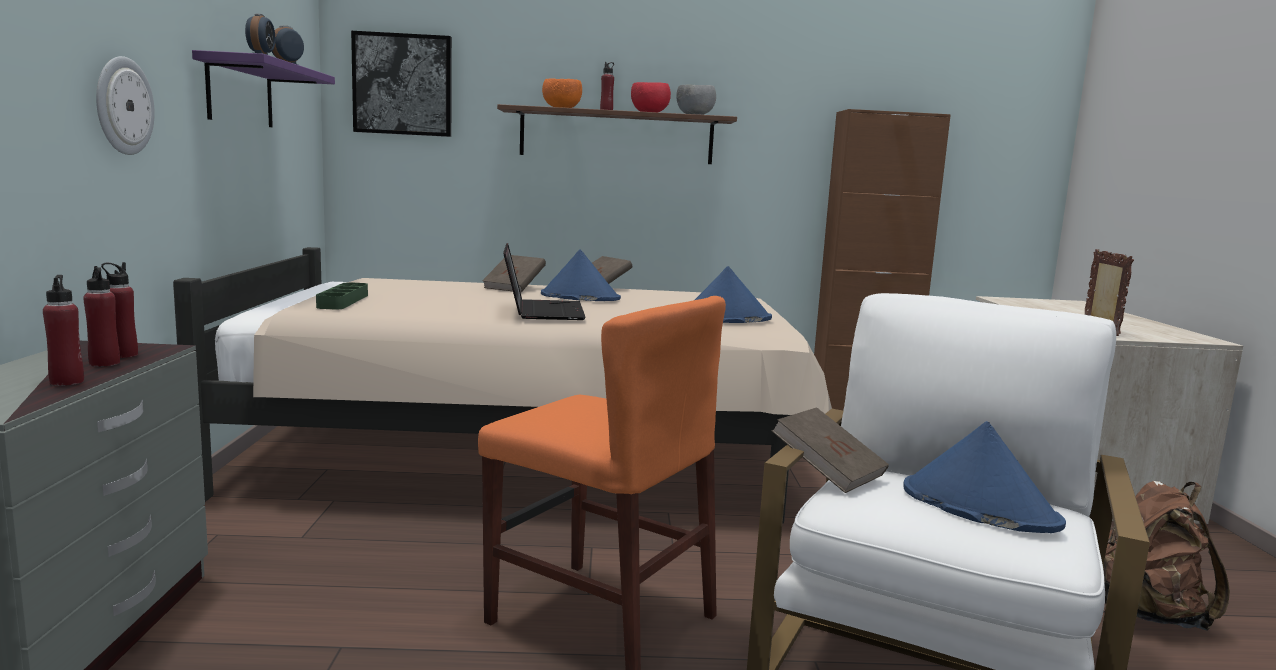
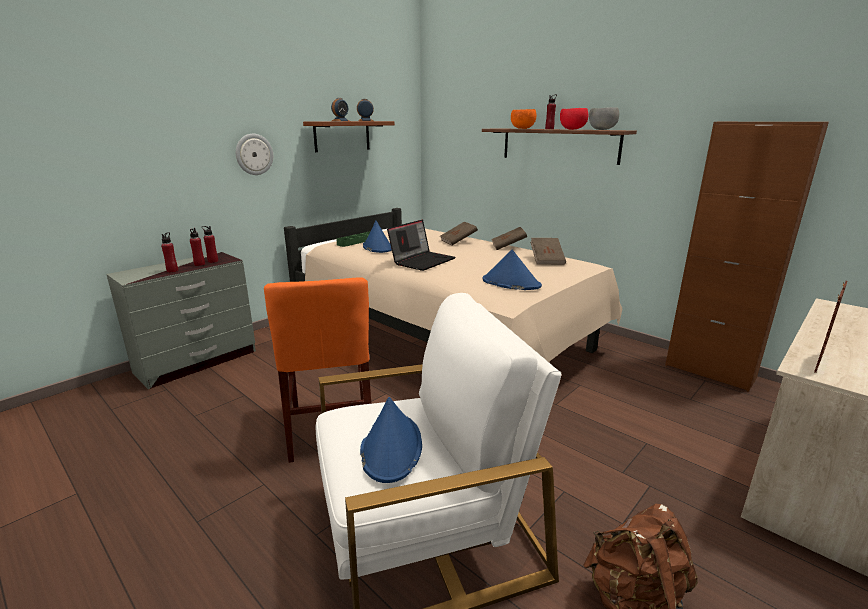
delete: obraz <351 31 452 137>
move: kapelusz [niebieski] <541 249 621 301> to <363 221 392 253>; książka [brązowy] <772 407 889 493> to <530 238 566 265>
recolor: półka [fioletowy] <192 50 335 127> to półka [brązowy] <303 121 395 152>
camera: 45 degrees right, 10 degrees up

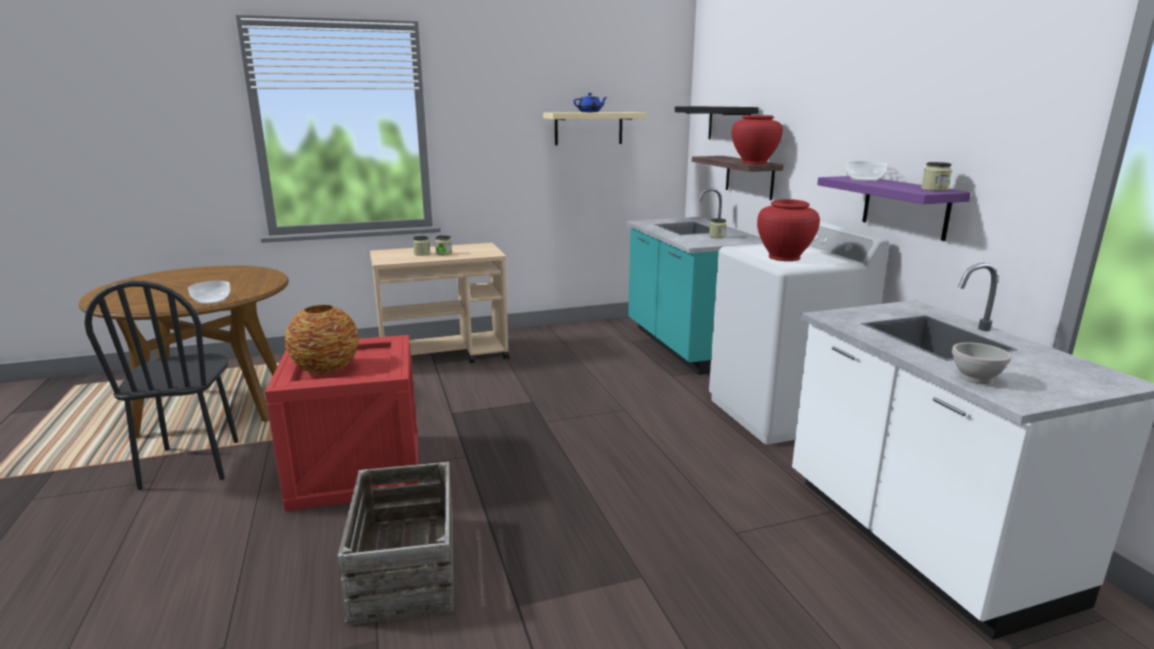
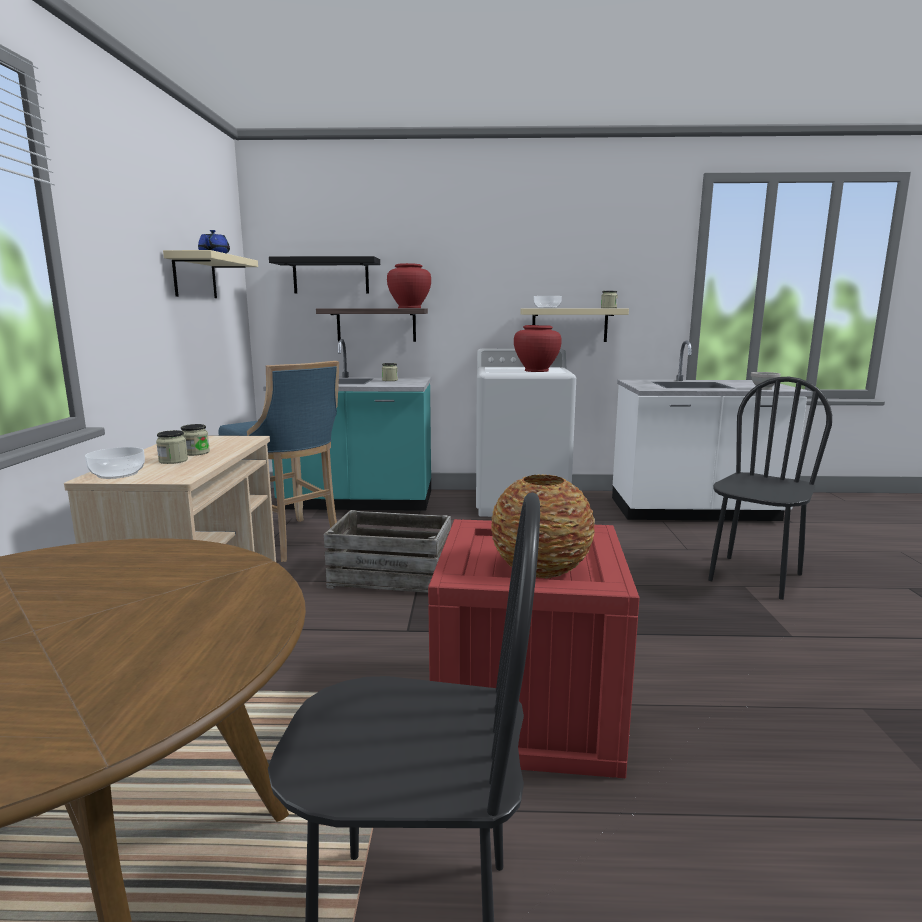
insert: stołek [niebieski] <219 361 339 562>; krzesło [czarny] <708 377 832 600>
move: miska <188 281 231 304> to <85 447 145 479>; skrzynka <338 462 454 625> to <324 510 451 593>
recolor: półka [fioletowy] <817 176 971 241> to półka [beżowy] <520 309 629 342>
camera: 70 degrees left, 5 degrees down

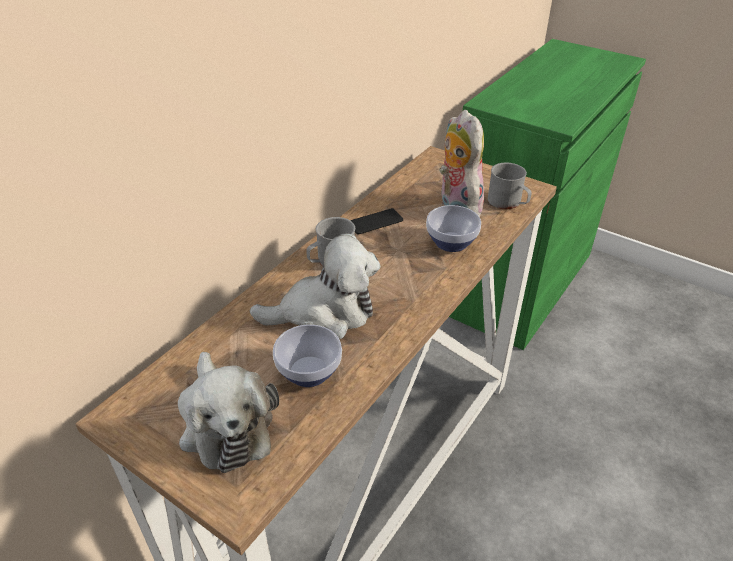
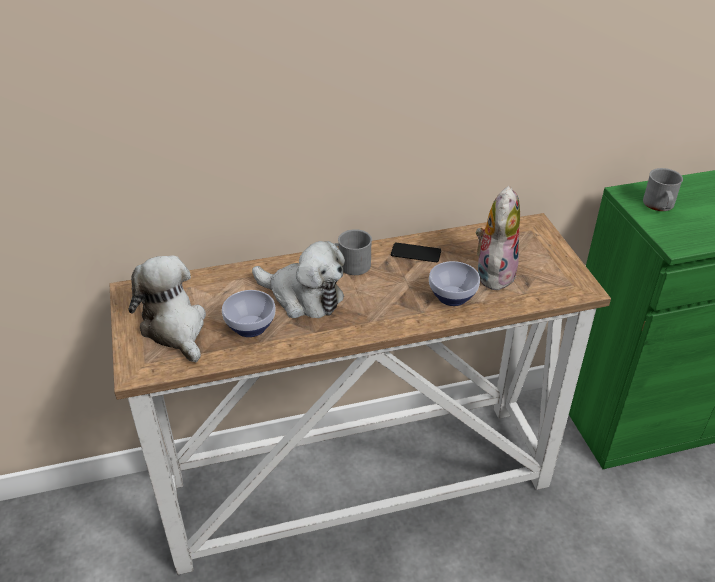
move: kubek [szary] <488 163 531 209> to <643 168 683 211>
rotate: pluszak <178 352 279 473> = <129 255 206 362> 135 degrees clockwise
camera: 40 degrees right, 0 degrees up

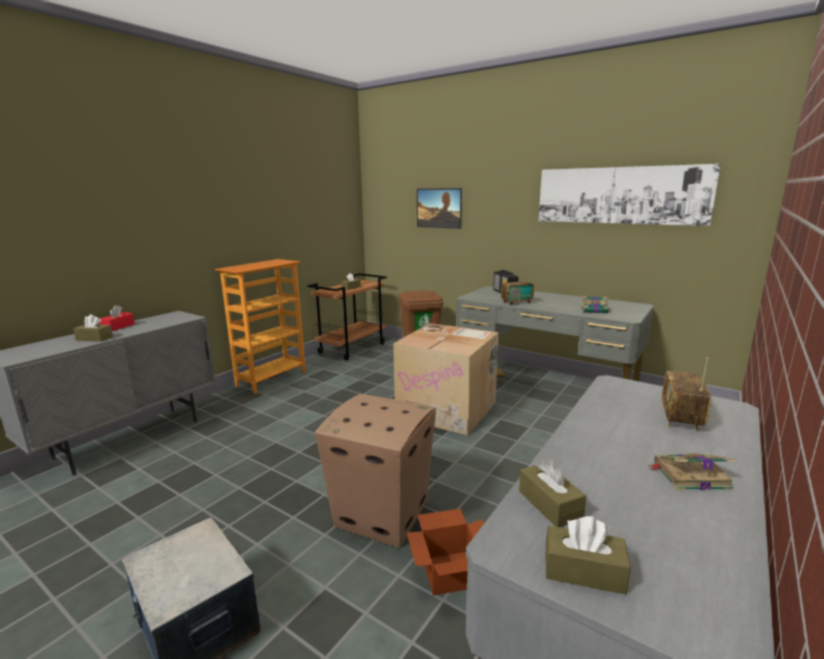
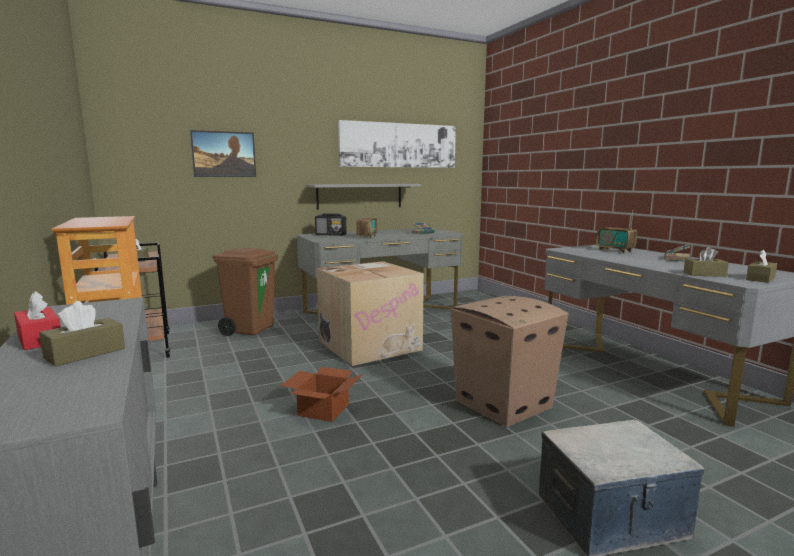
insert: półka [szary] <307 184 421 210>
move: karton <407 509 484 596> to <280 367 364 422>
camera: 60 degrees left, 5 degrees down

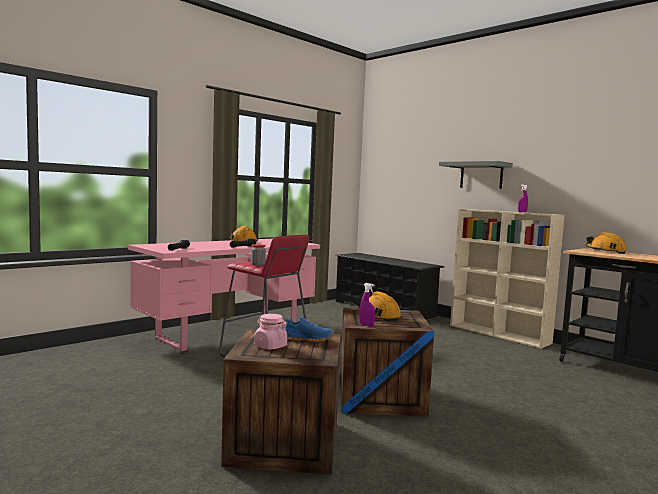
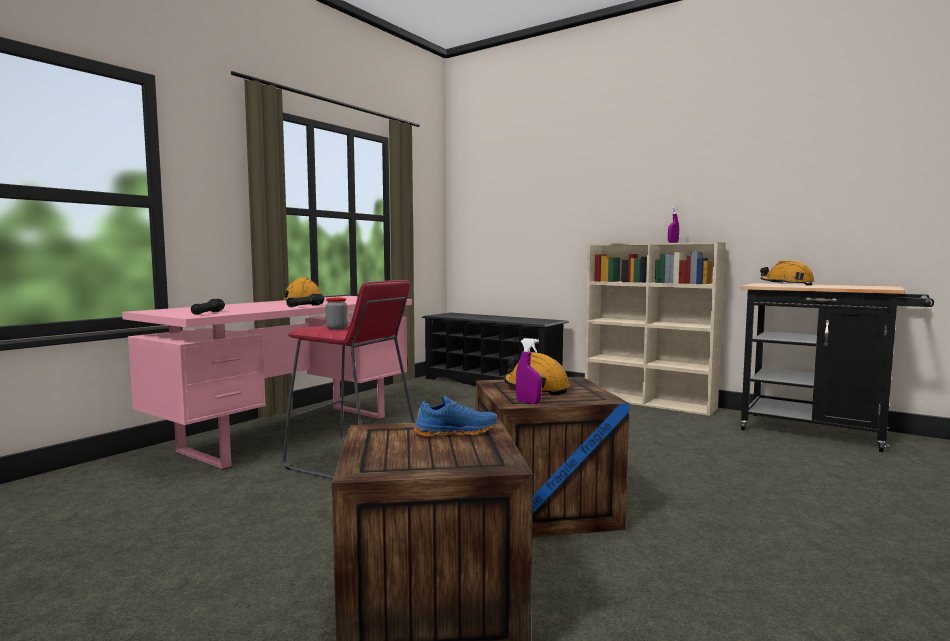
delete: słoik [różowy] <254 314 287 350>; półka [szary] <439 161 513 189>
camera: 10 degrees left, 0 degrees up

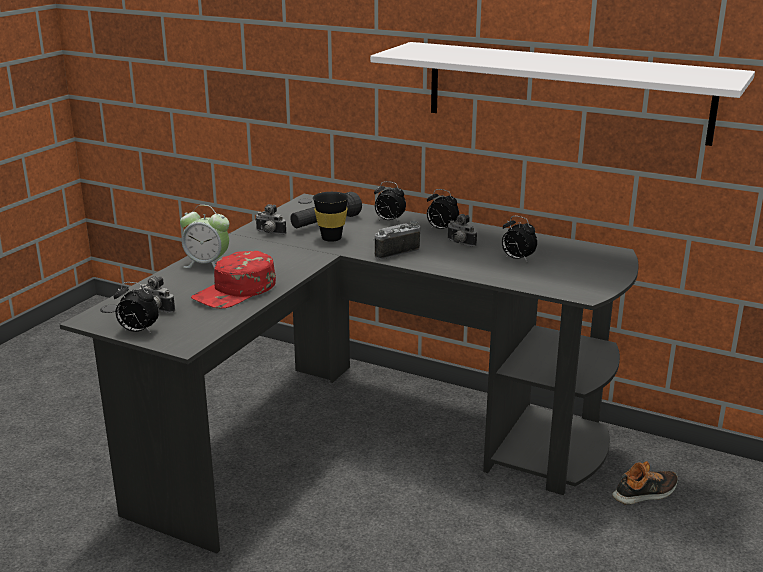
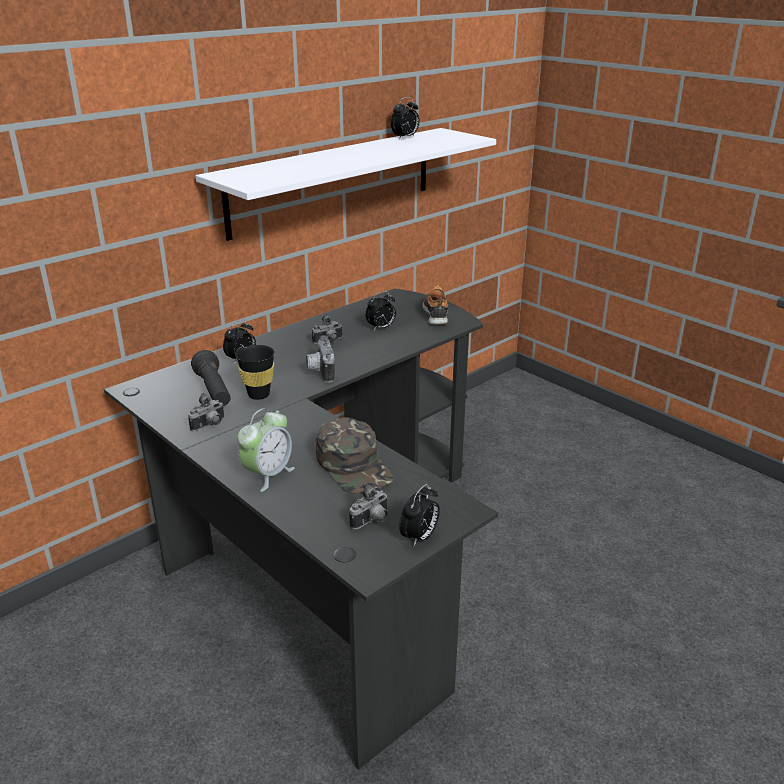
move: budzik <427 189 459 229> to <391 97 419 139>; but <612 461 678 505> to <423 285 448 325>
recolor: czapka z daszkiem [czerwony] <191 251 276 309> to czapka z daszkiem [zielony] <316 417 394 494>
camera: 70 degrees left, 5 degrees up

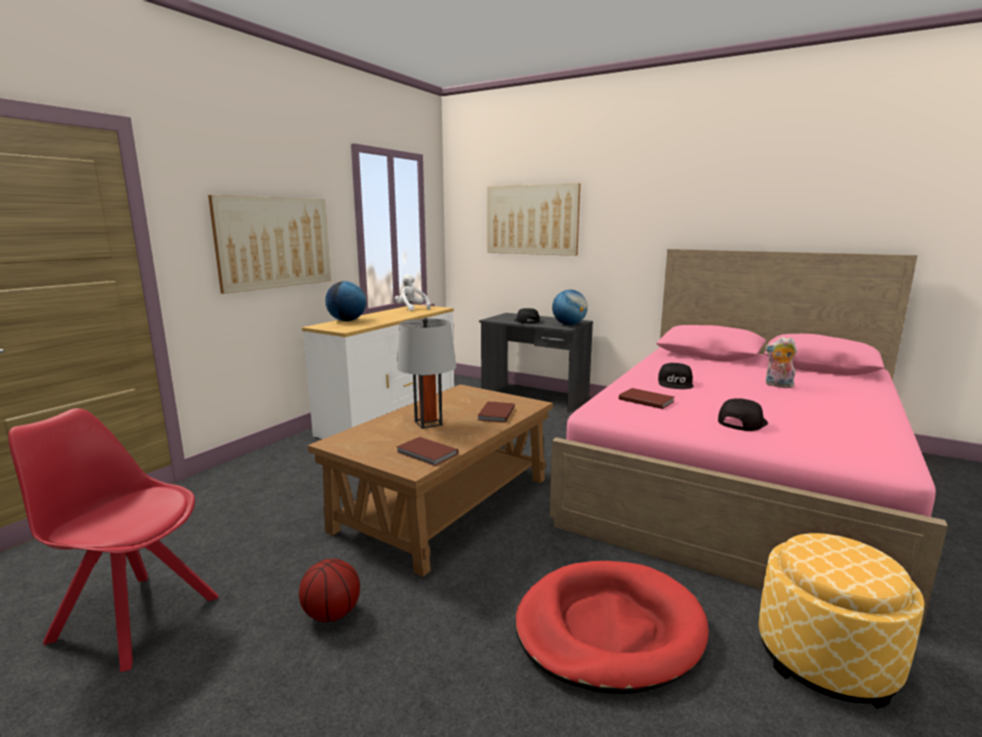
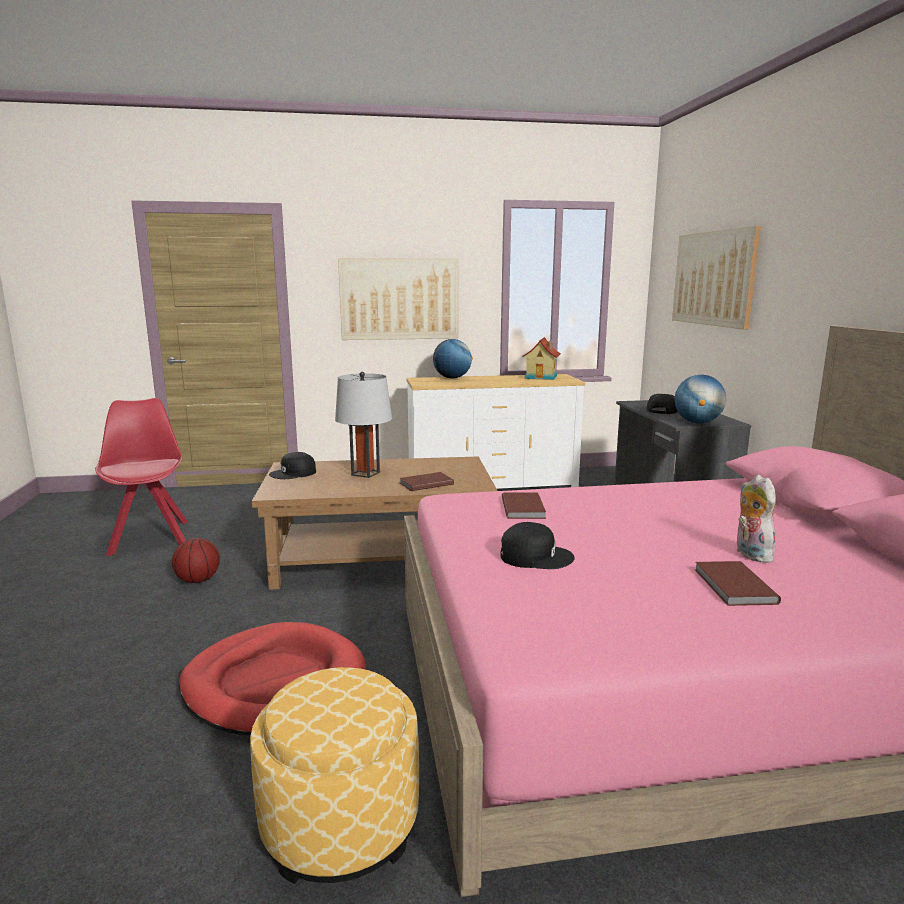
move: czapka z daszkiem [czarny] <658 363 694 389> to <269 452 316 479>; książka [brązowy] <396 437 458 466> to <694 561 781 606>
replace: pluszak [biały] <395 274 431 311> to domek <522 337 561 380>
camera: 50 degrees right, 0 degrees up

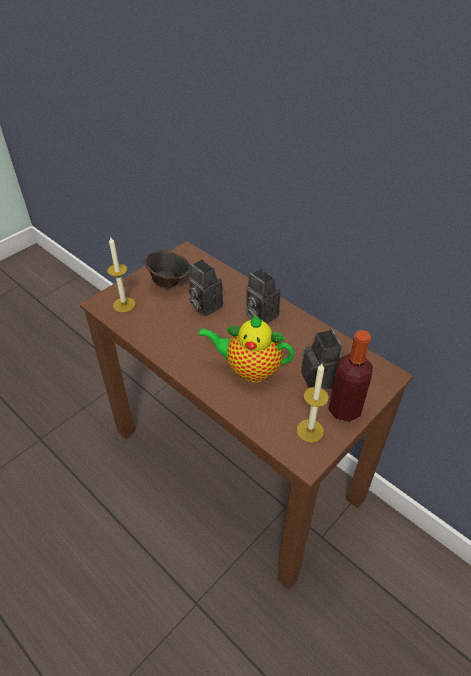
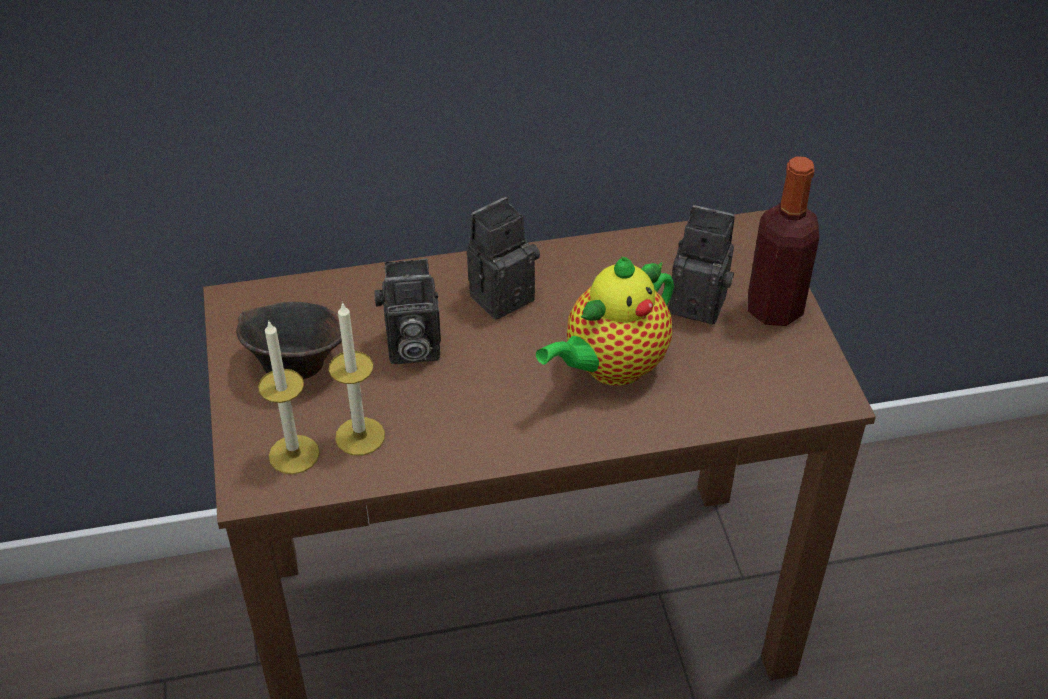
move: świeca <297 364 329 443> to <329 302 385 456>
rotate: aparat fotograficzny <246 269 280 324> = <467 197 540 319> 150 degrees clockwise
camera: 55 degrees left, 0 degrees up

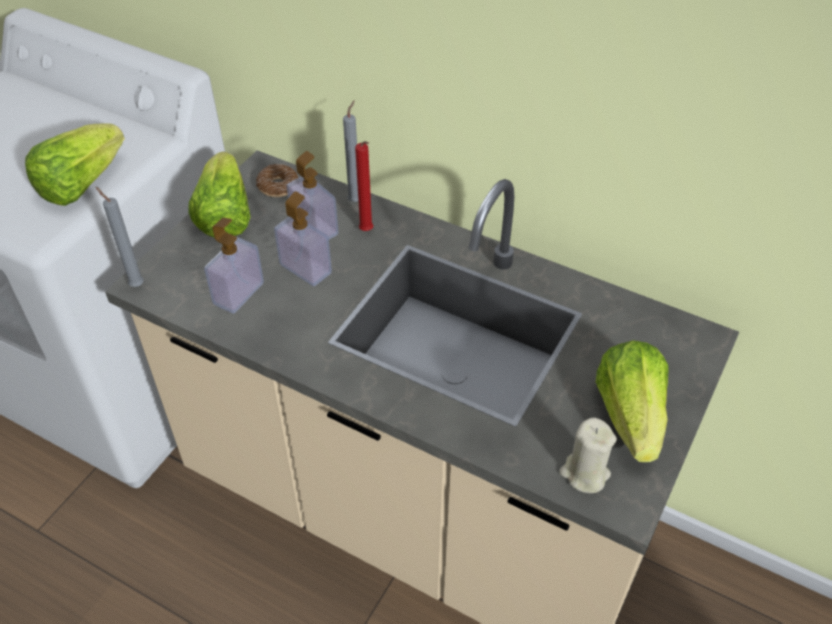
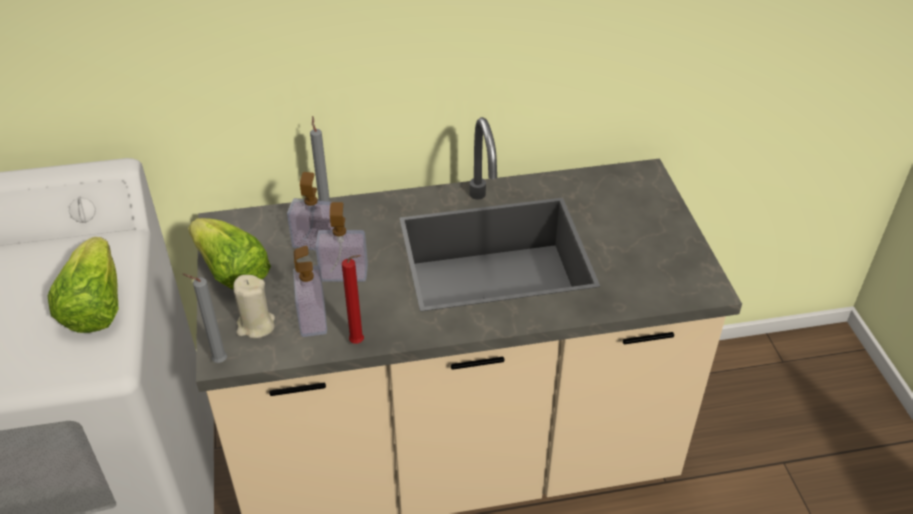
delete: donut <256 164 298 197>; sałata <596 340 668 462>
move: świeca [beżowy] <559 417 617 493> to <233 275 275 338>; świeca [czerwony] <355 141 373 231> to <342 255 364 344>
camera: 40 degrees left, 5 degrees down

